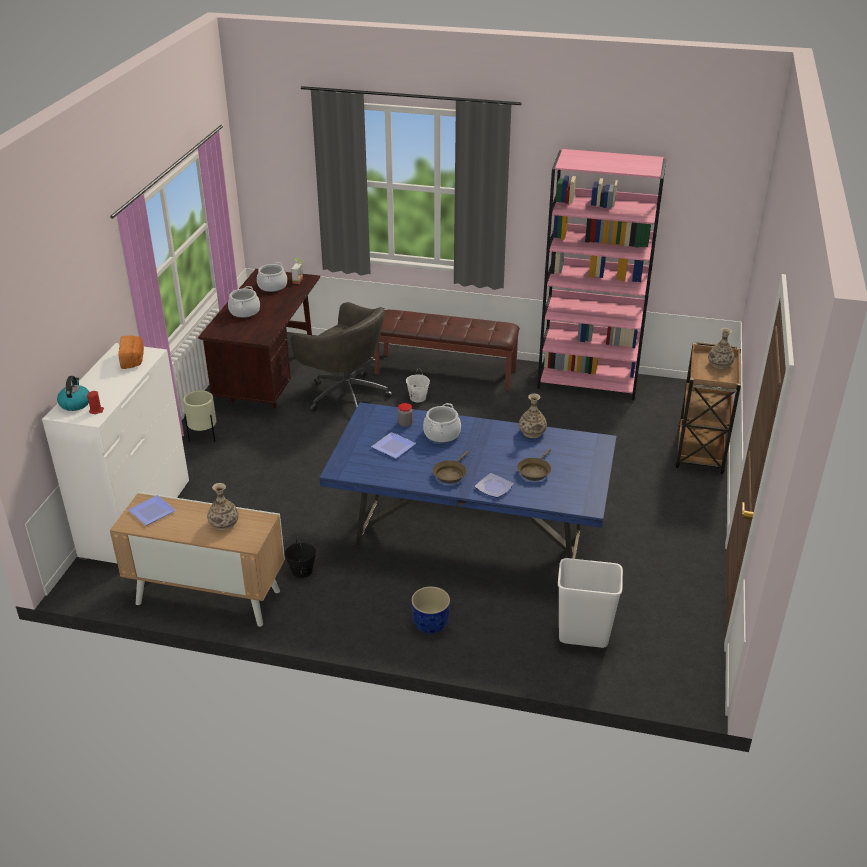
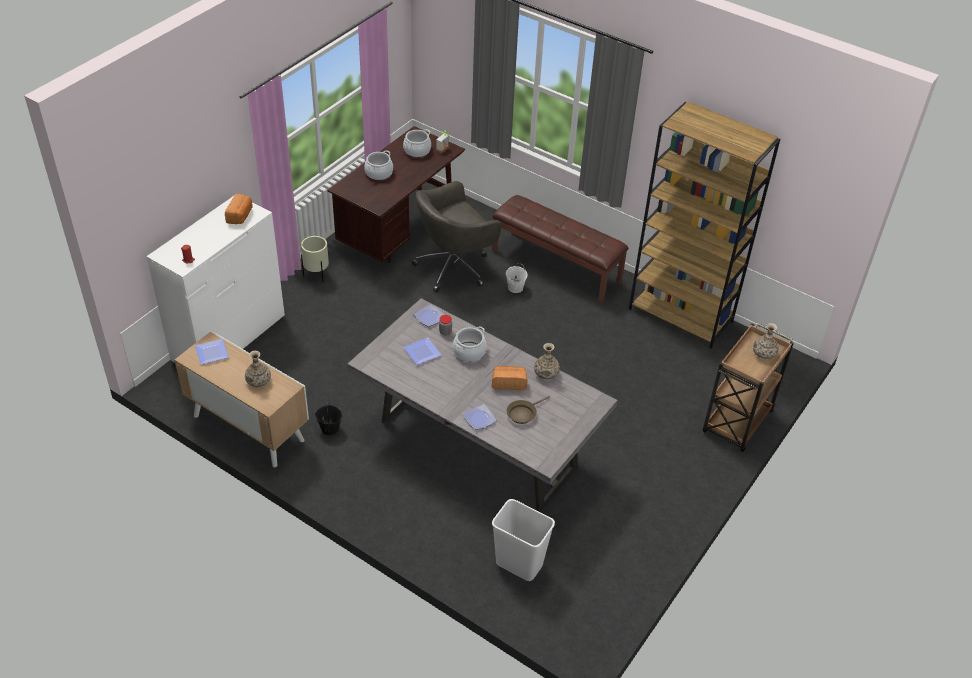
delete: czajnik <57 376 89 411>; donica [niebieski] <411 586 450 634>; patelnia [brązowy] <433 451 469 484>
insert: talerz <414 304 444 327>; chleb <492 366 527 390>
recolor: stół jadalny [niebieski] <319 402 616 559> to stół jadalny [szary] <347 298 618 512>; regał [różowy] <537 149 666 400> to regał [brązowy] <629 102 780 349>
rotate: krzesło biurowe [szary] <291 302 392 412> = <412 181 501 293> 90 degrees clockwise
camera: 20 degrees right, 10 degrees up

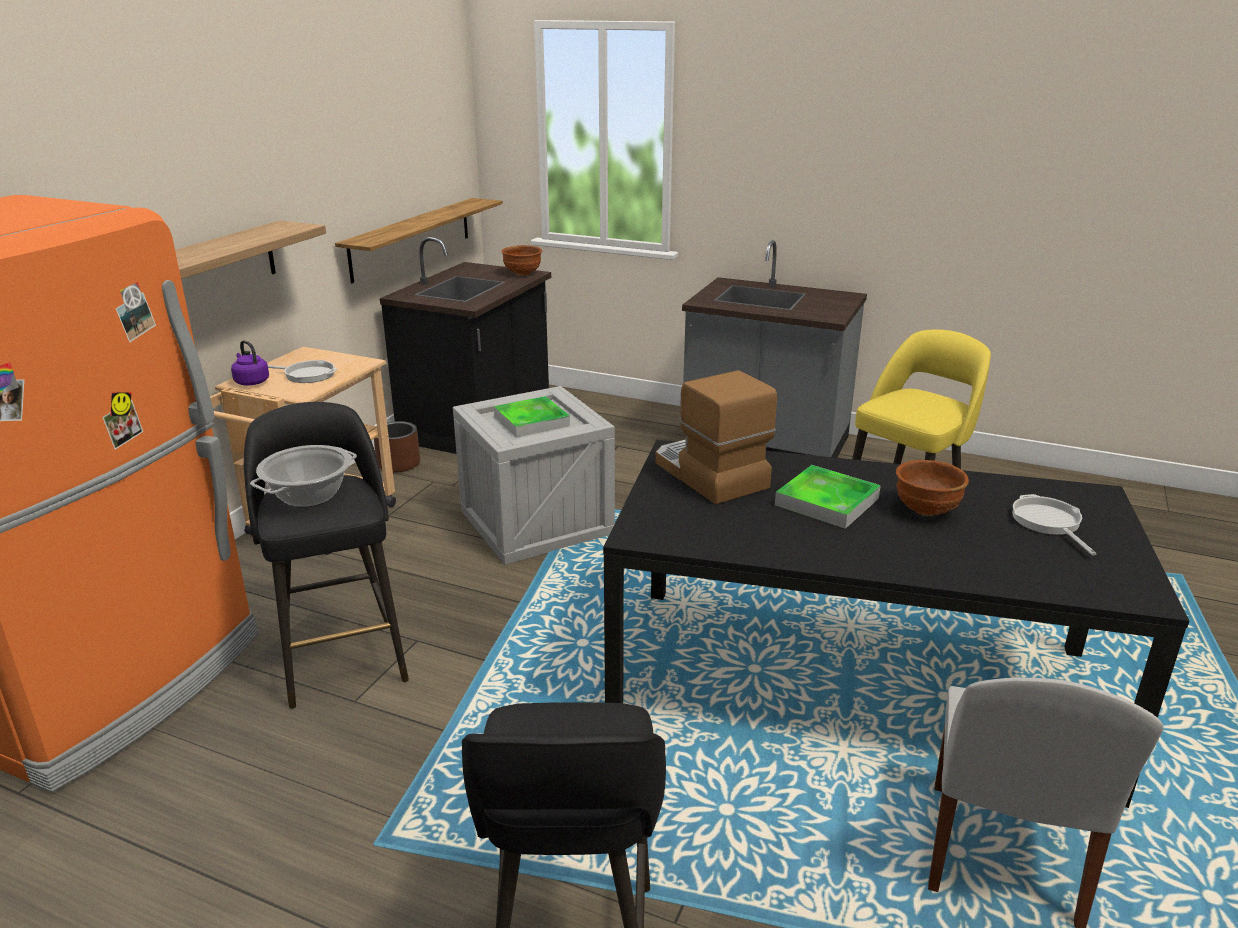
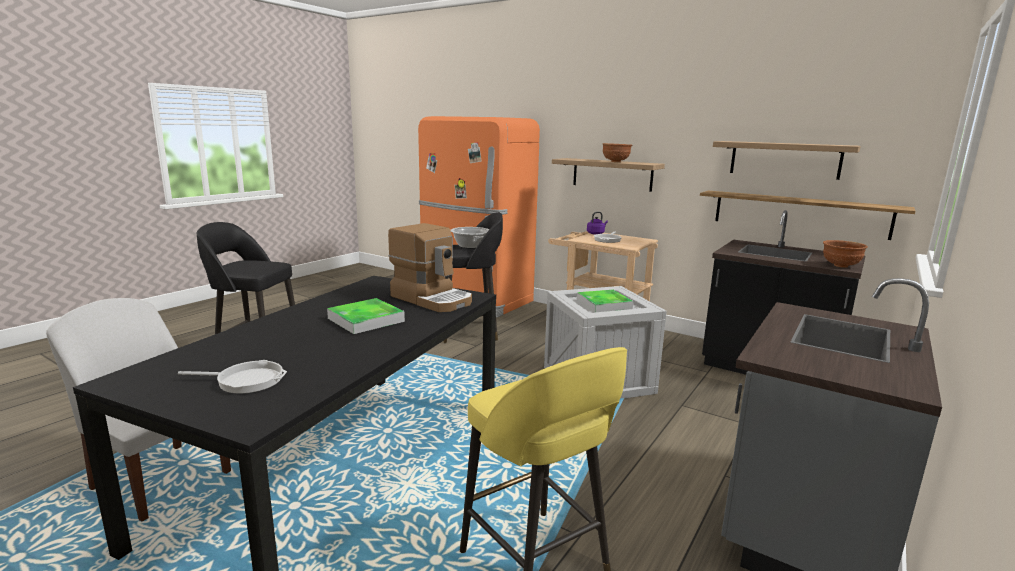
delete: donica [brązowy] <374 421 420 473>
insert: półka <713 141 861 180>
move: miska [brązowy] <896 460 969 516> to <602 143 632 162>
rotate: ekspres do kawy <655 370 777 505> = <388 223 472 312> 60 degrees clockwise
camera: 100 degrees right, 10 degrees down

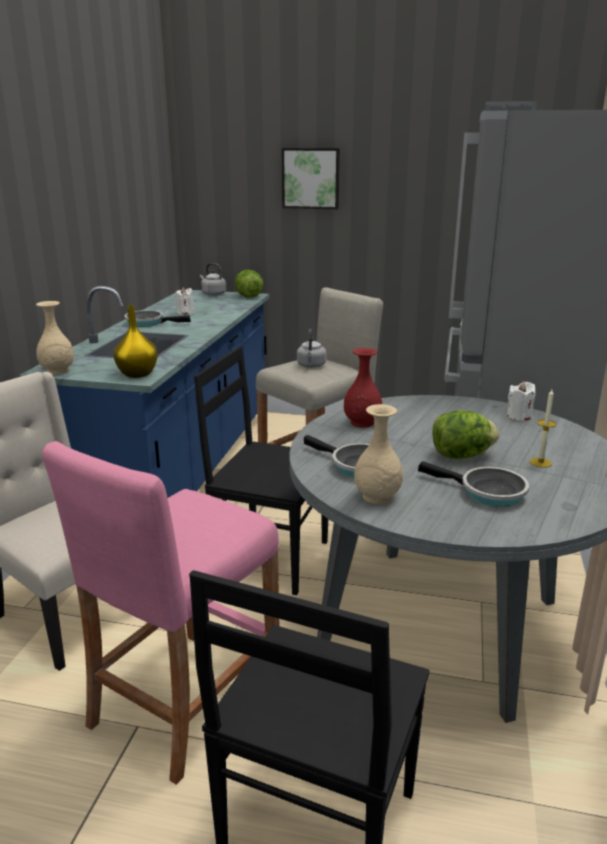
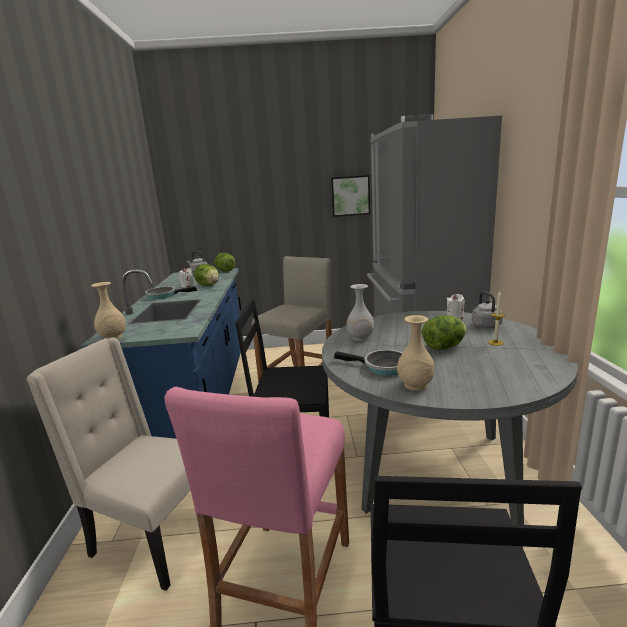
delete: wazon [żółty] <113 305 158 378>; patelnia <418 461 529 507>
insert: sałata <194 264 219 286>
move: obraz <282 148 340 209> to <331 175 370 217>; czajnik [szary] <297 328 327 368> to <472 291 503 328>
recolor: wazon [czerwony] <344 348 382 428> to wazon [biały] <346 284 374 341>
camera: 15 degrees left, 5 degrees down

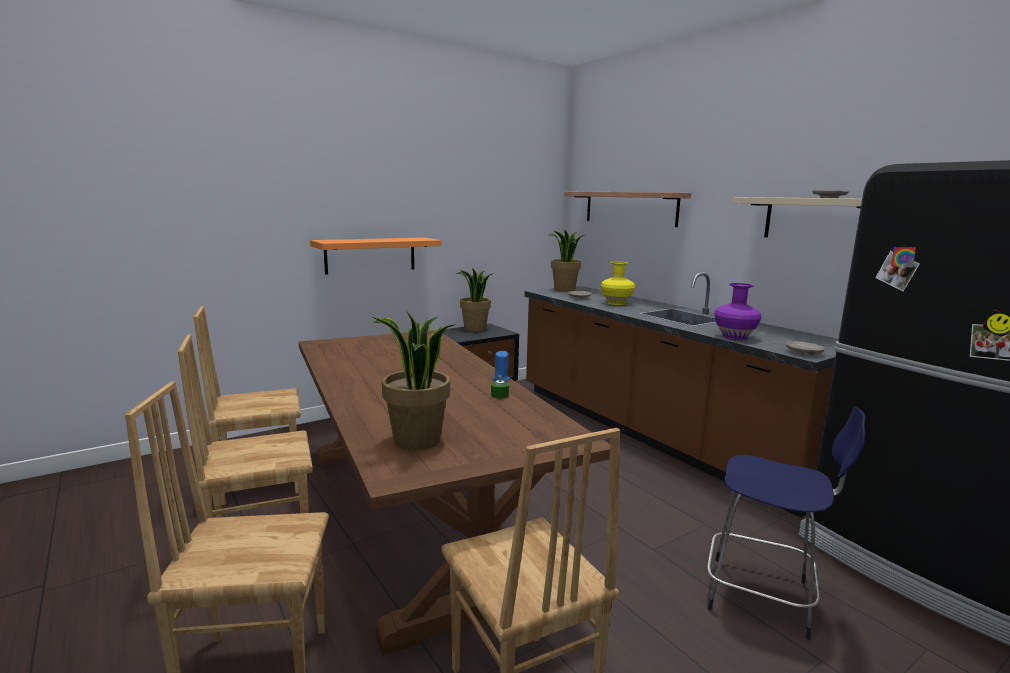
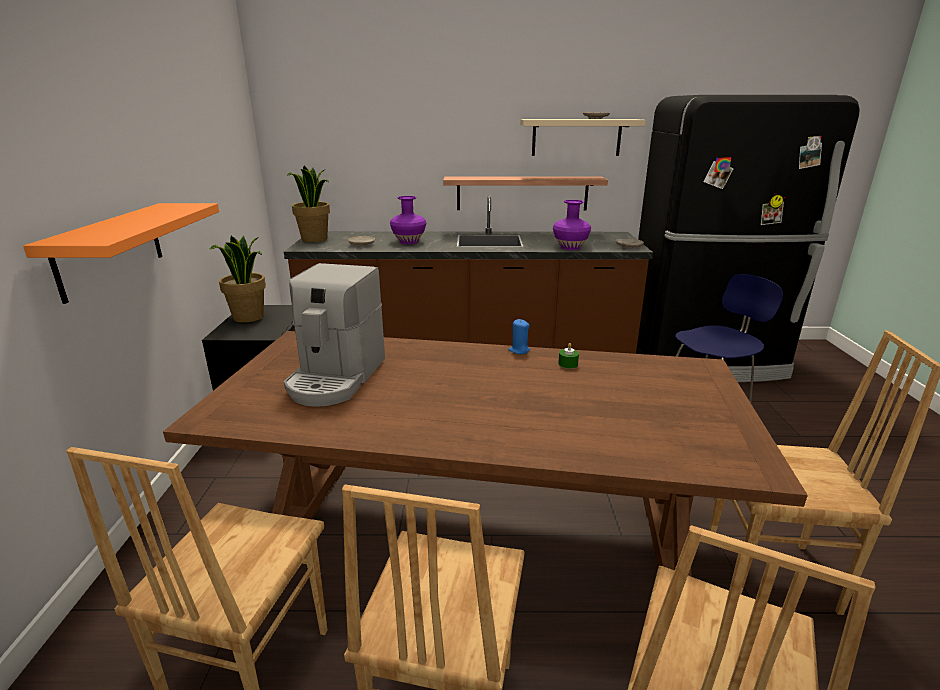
delete: roślina doniczkowa <373 310 457 450>
insert: ekspres do kawy <284 263 385 407>
move: półka <564 192 691 227> to <443 176 608 210>
recolor: wazon [żółty] <601 262 635 305> to wazon [fioletowy] <390 196 426 244>
camera: 55 degrees left, 10 degrees up

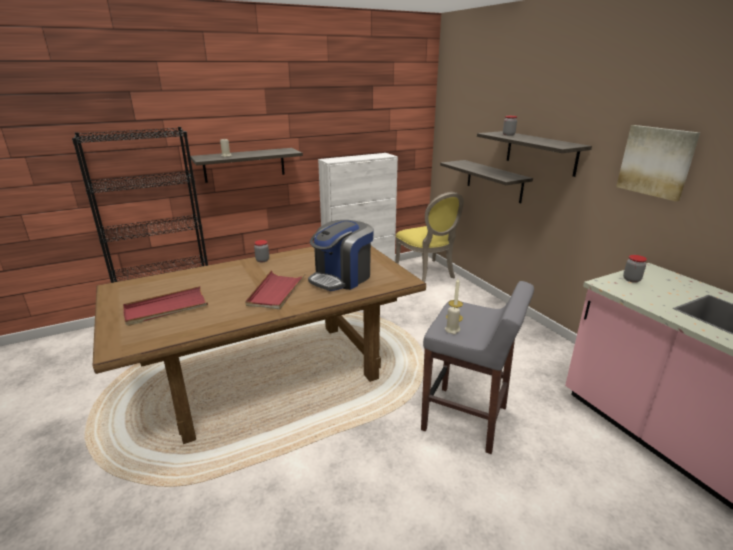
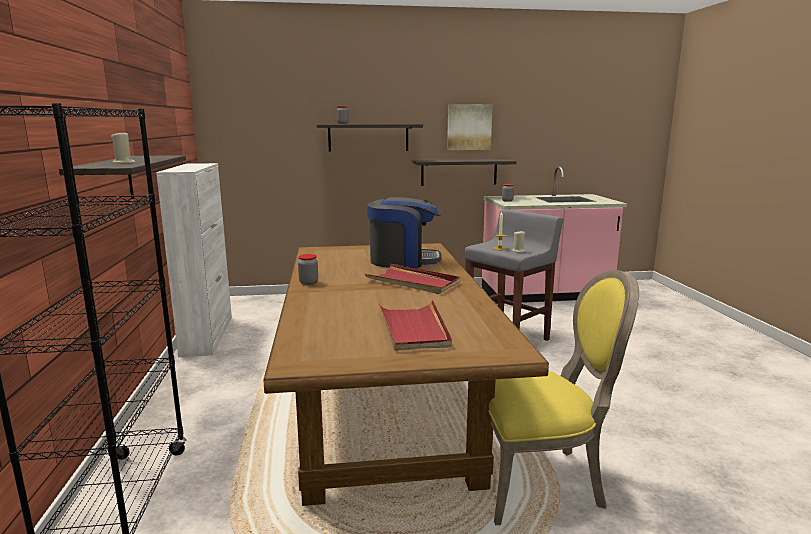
move: półka <440 160 533 203> to <412 159 516 186>; krzesło [żółty] <395 192 464 282> to <488 270 639 525>
rotate: ekspres do kawy <308 220 374 291> = <367 197 441 268> 60 degrees counterclockwise
camera: 70 degrees left, 10 degrees down

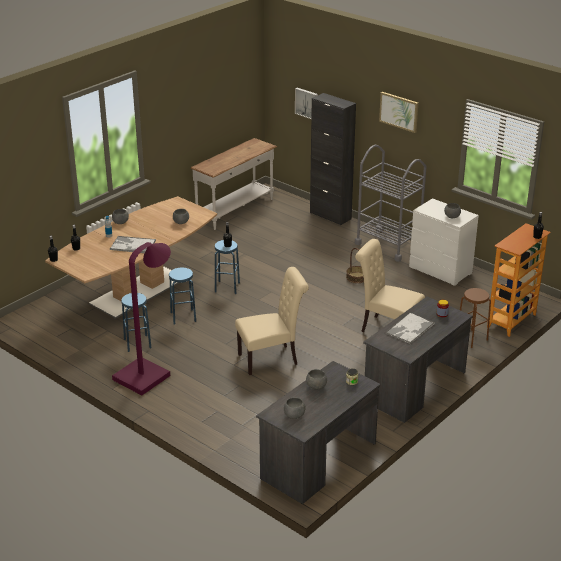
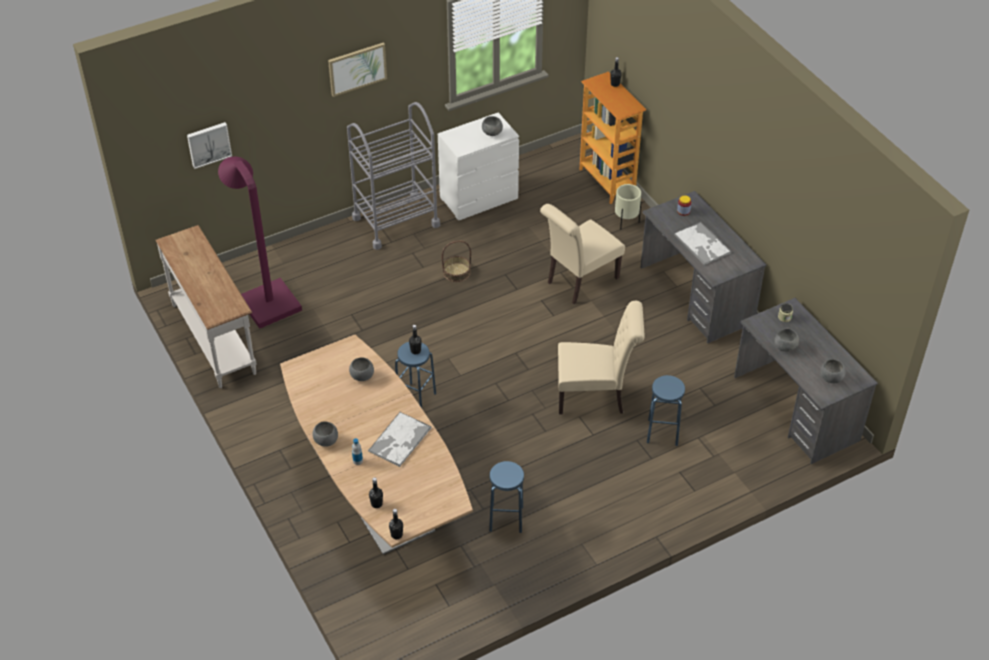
delete: szafka [czarny] <310 93 356 225>
move: lampa stojąca [fioletowy] <112 242 171 395> to <218 156 302 329>; stołek [niebieski] <169 268 196 325> to <647 375 685 446>
replace: stołek [brązowy] <460 288 491 348> to donica [beżowy] <615 184 641 230>
rotate: krzesło [beżowy] <235 267 309 375> = <558 301 645 414> 90 degrees clockwise
camera: 70 degrees left, 15 degrees up

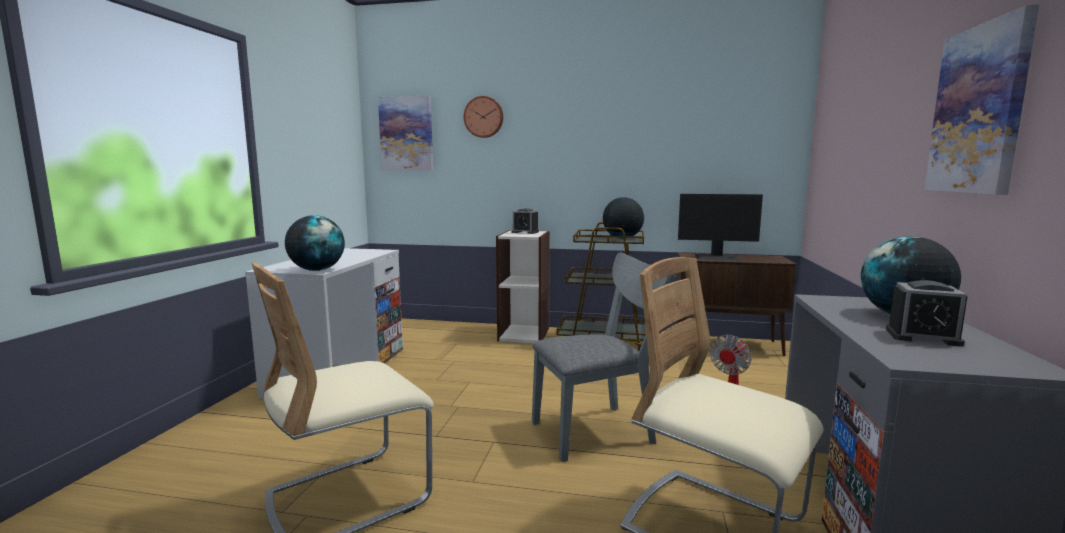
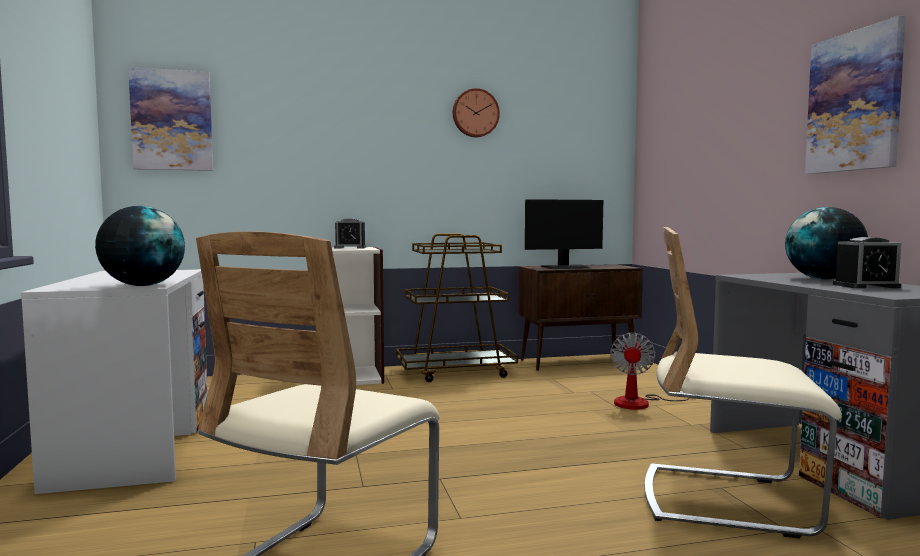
delete: krzesło [szary] <532 253 676 462>; globus <603 197 644 239>
move: zegar ścienny <463 96 503 138> to <453 88 500 137>
camera: 25 degrees left, 5 degrees down

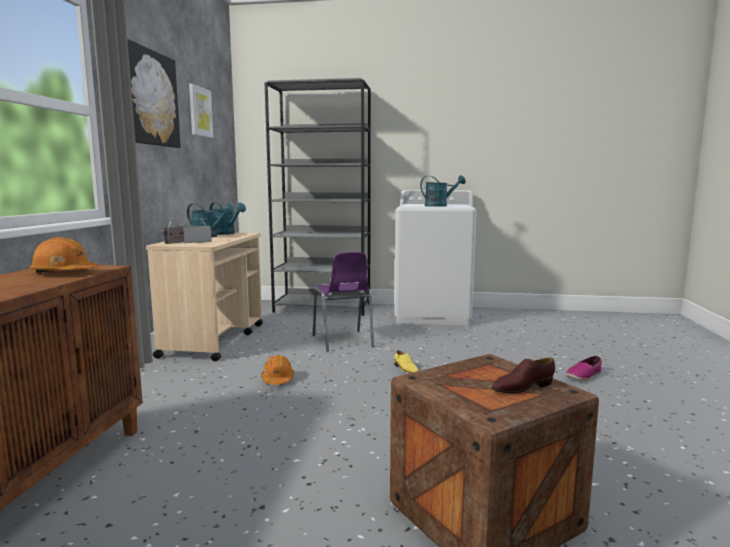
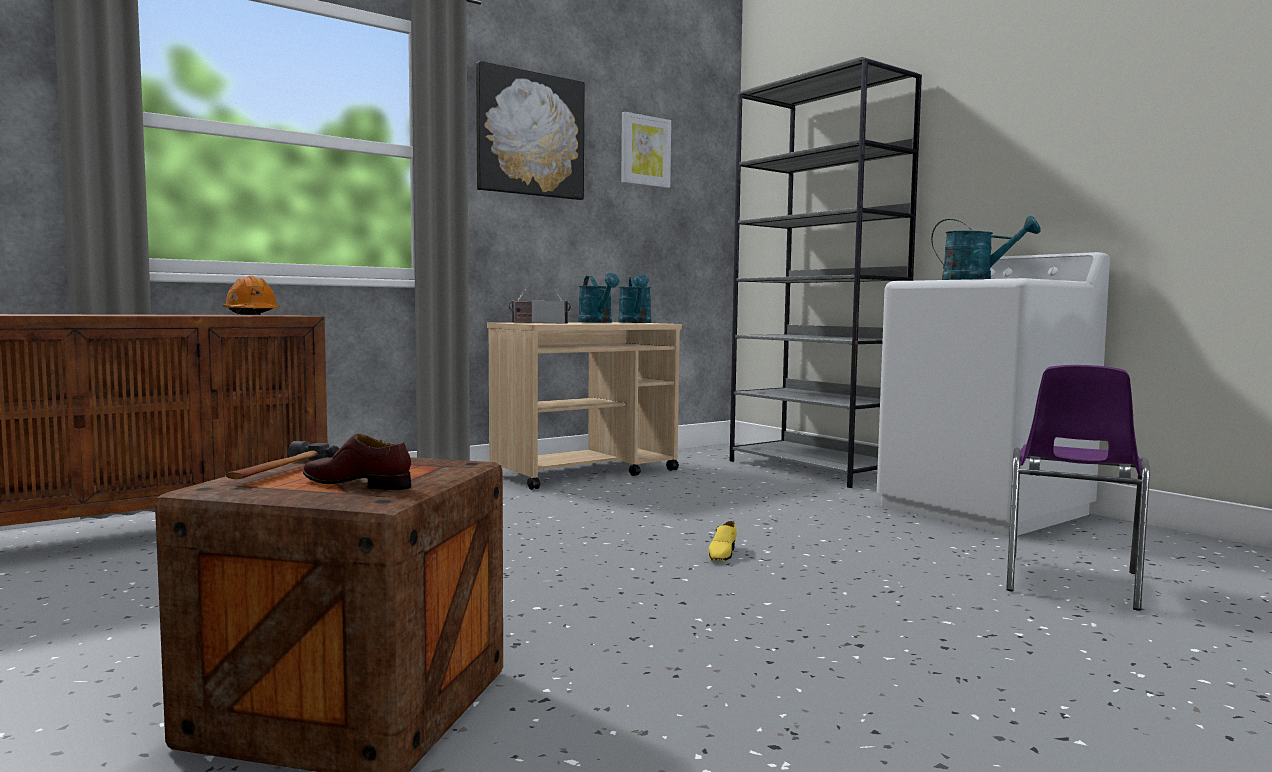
delete: kask [pomarańczowy] <261 355 294 385>; but <565 356 602 380>
insert: młotek <225 441 339 479>
move: krzesło [fioletowy] <313 252 374 352> to <1006 365 1150 611>
camera: 45 degrees right, 5 degrees down

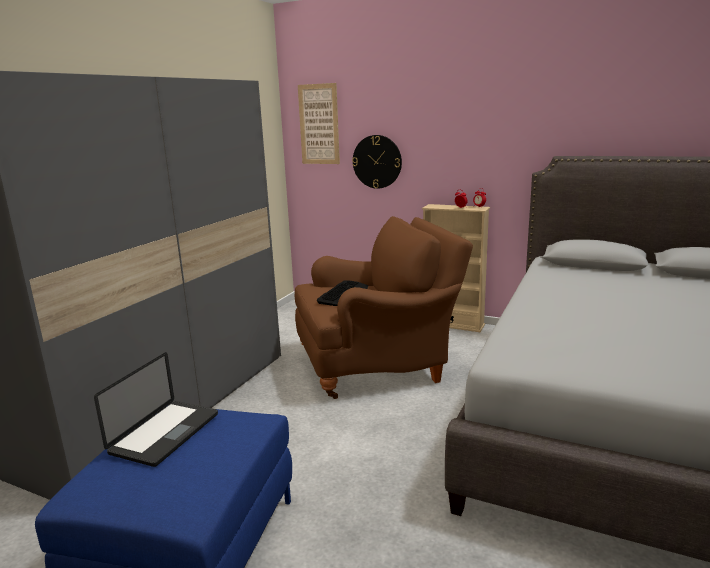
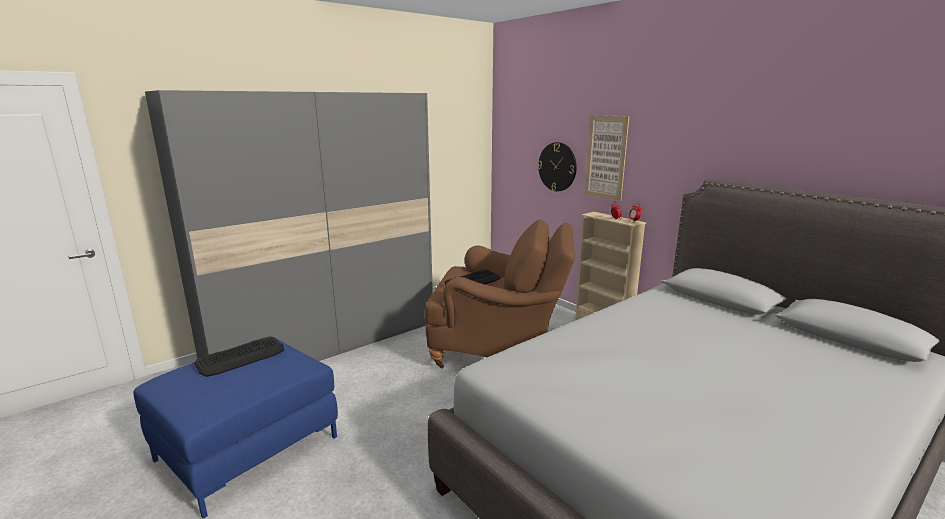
move: obraz <298 83 340 164> to <584 115 629 201>
replace: laptop <94 352 218 467> to klawiatura <194 336 284 377>
camera: 25 degrees right, 0 degrees up

